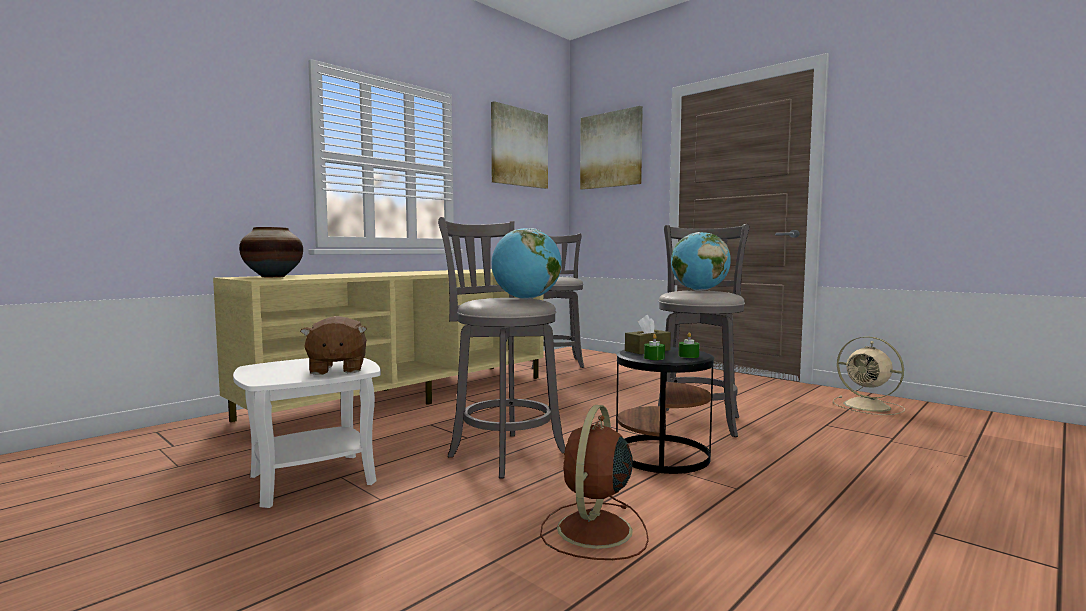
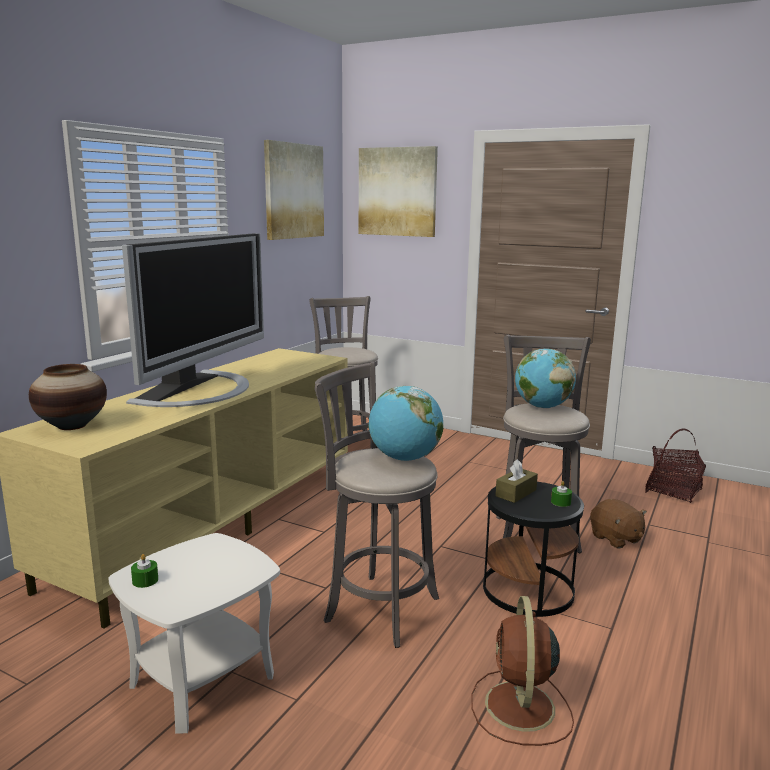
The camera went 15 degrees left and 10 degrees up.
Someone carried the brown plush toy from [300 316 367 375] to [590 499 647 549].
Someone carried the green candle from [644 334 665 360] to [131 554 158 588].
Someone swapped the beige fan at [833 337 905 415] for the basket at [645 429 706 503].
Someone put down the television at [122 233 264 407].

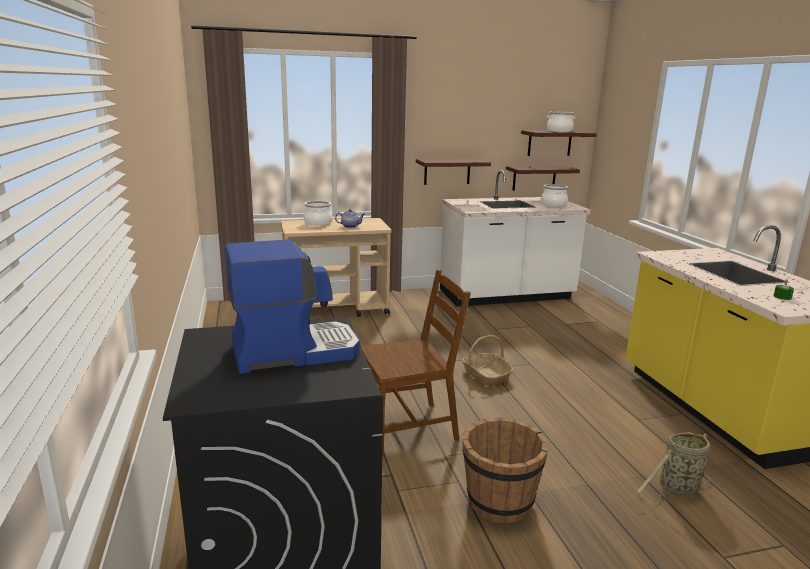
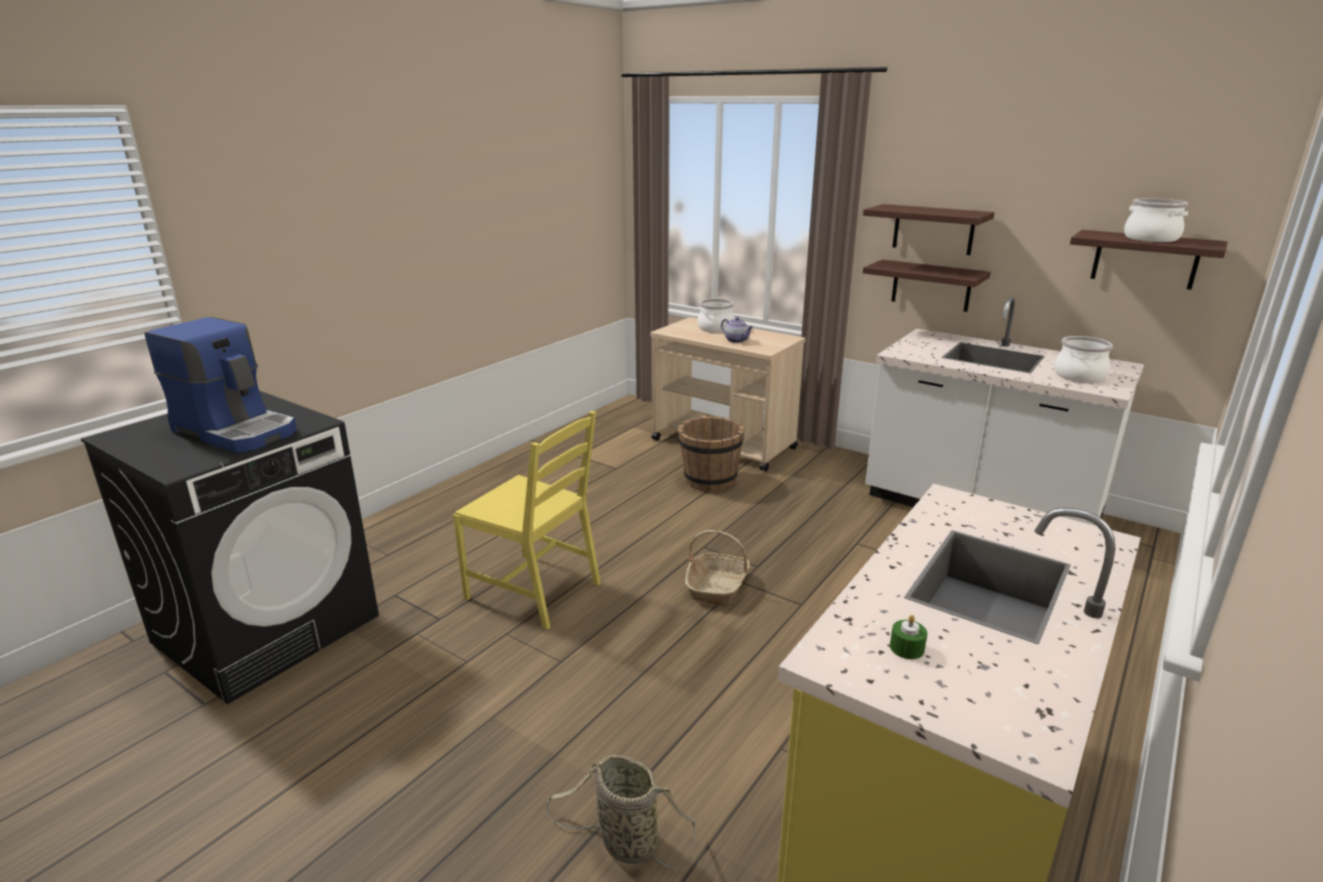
The camera went 50 degrees right and 5 degrees up.
Someone repainted the brown chair at [361 270 471 456], which became the yellow chair at [453 411 601 630].
Someone carried the brown bucket from [462 418 548 524] to [678 416 744 492].
Someone carried the shelf from [506 165 580 191] to [863 204 994 255].

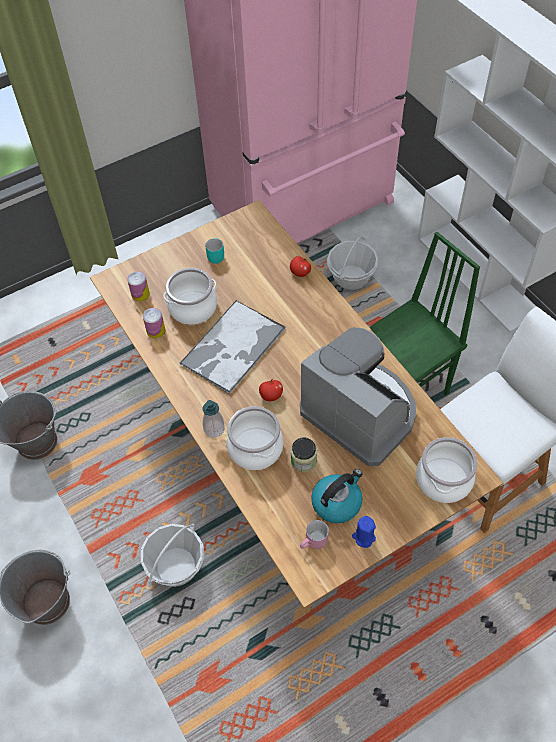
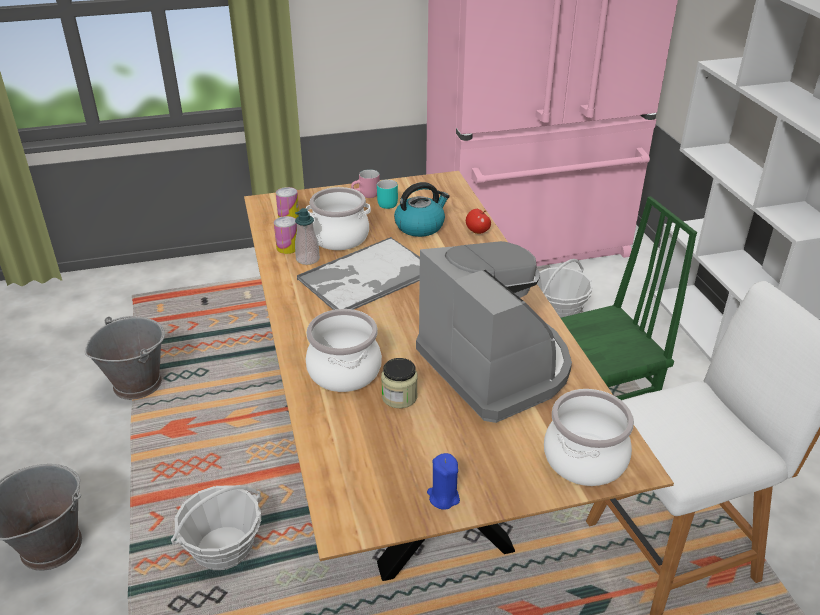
The camera went 15 degrees right and 20 degrees down.
Someone carried the soap dispenser from [203 400 225 438] to [295 208 320 265].
Someone took away the apple at [259 379 283 401].
Someone carried the pink mug from [300 520 329 549] to [351 169 380 198].
Someone carried the kettle from [311 469 362 523] to [394 182 450 237].

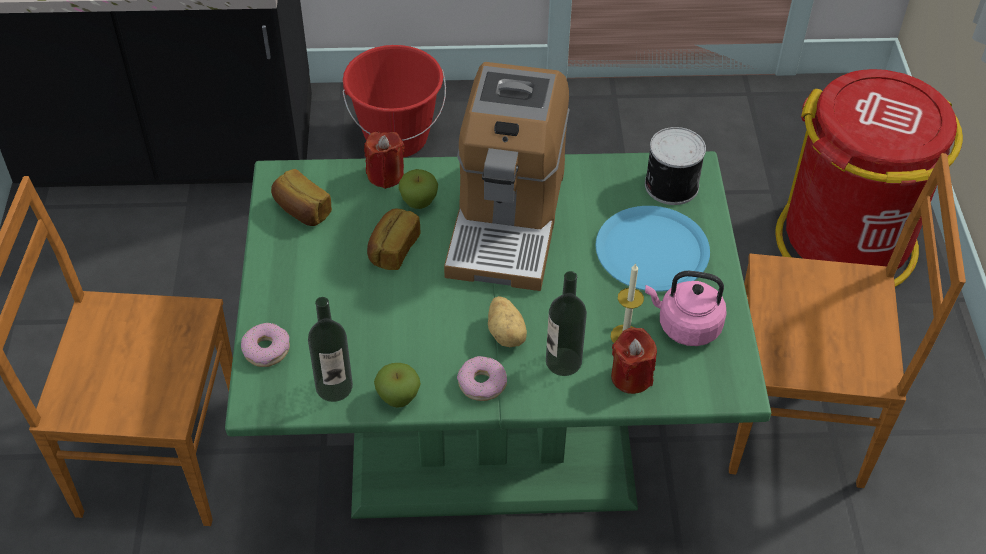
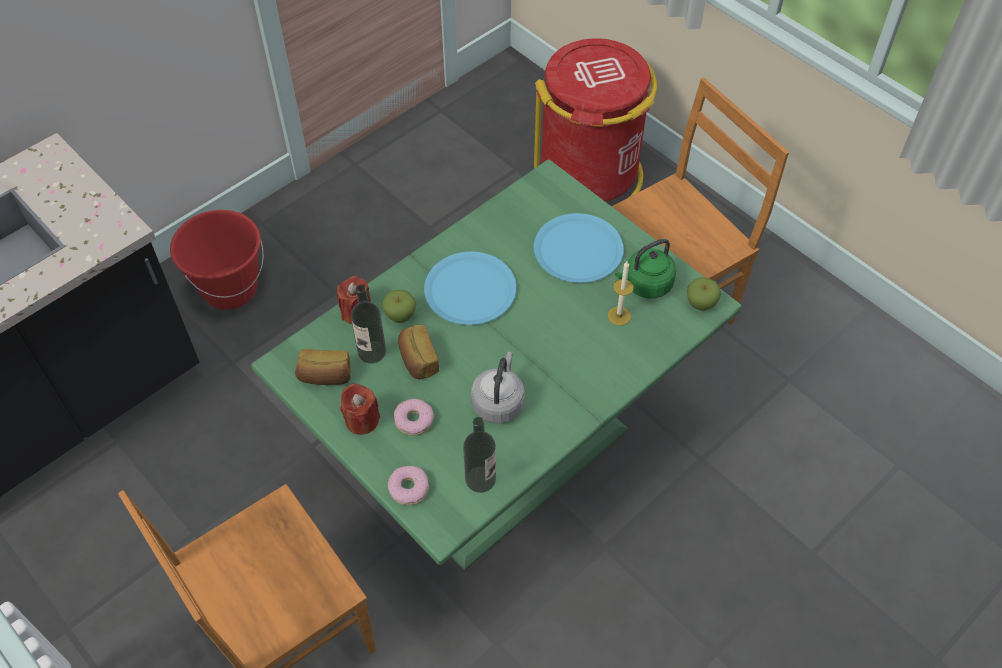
The camera went 40 degrees left and 5 degrees up.
Someone carried the apple from [374 363 421 408] to [687 278 721 310].
Someone swapped the coffee machine at [444 62 570 291] for the blue plate at [424 252 517 325].
Someone carried the donut from [457 356 507 401] to [394 399 434 436].
Someone took away the potato at [488 296 527 347].
Someone carried the bottle from [546 271 587 376] to [351 285 386 364].
Someone carried the red candle from [611 327 657 394] to [340 383 380 435].
Someone took away the can at [645 127 706 205].
Someone repainted the pink kettle at [645 271 727 346], which became the green kettle at [615 239 676 298].
Someone put down the grey kettle at [471 352 525 423].

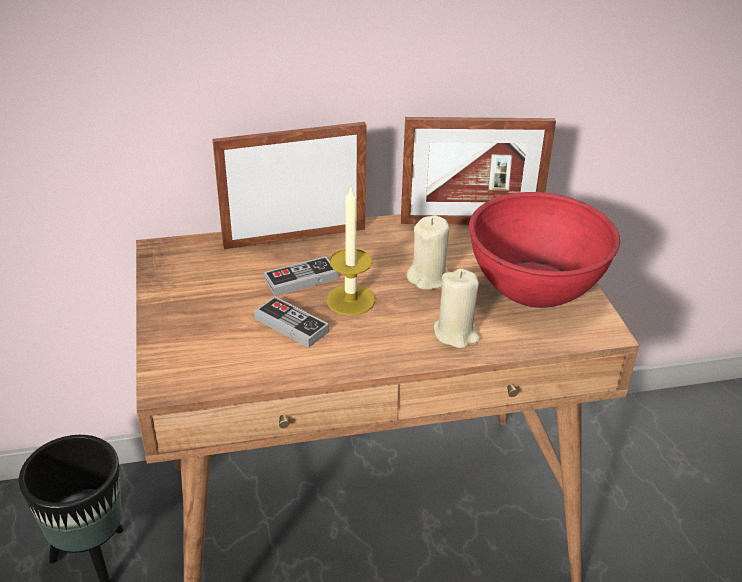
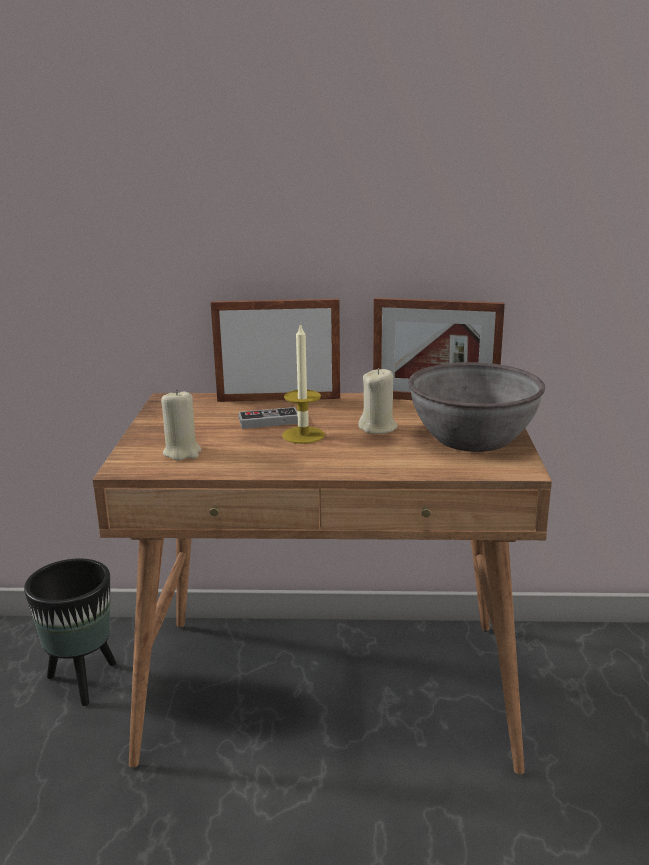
The camera went 15 degrees right and 15 degrees down.
Someone took away the game controller at [254 296 329 348].
Someone carried the beige candle from [434 269 480 348] to [161 389 201 460].
Someone repainted the red bowl at [469 192 620 308], which became the grey bowl at [408 362 545 452].

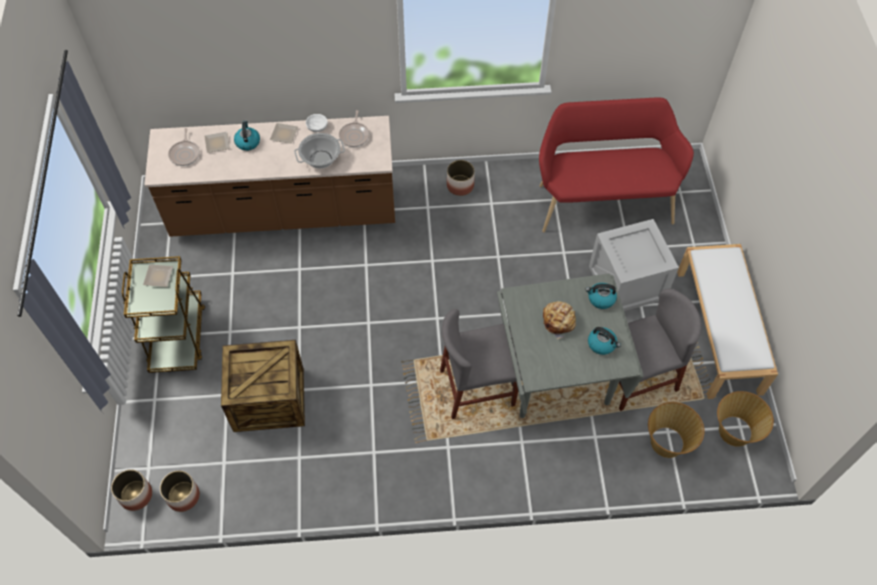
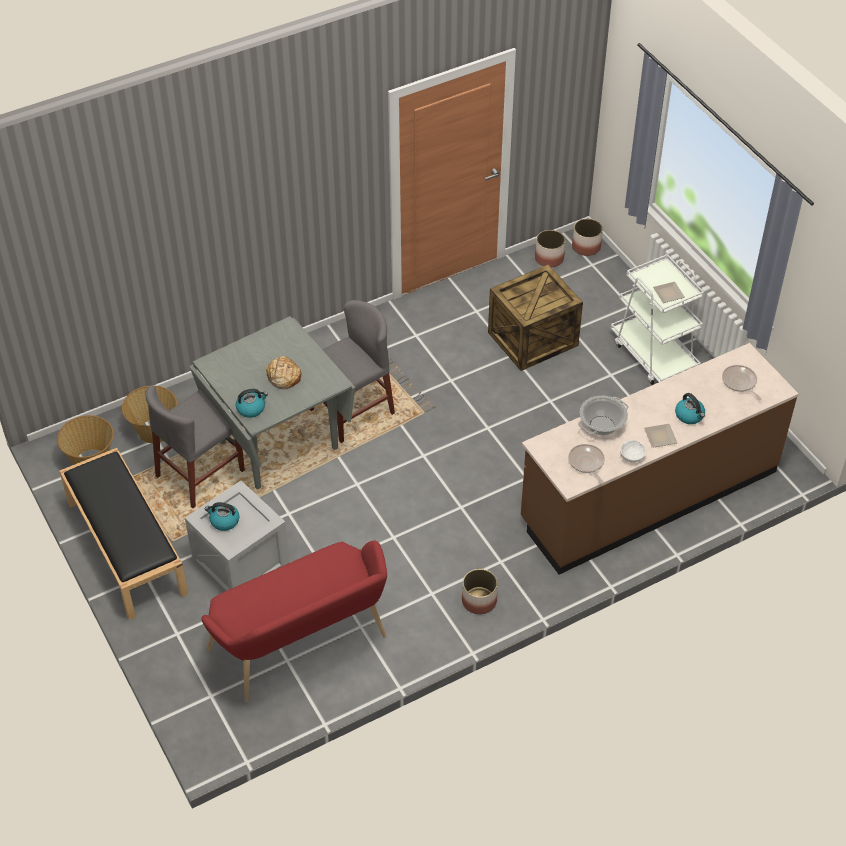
The camera went 155 degrees right and 10 degrees down.
Someone repainted the brown cart at [122 256 205 373], which became the white cart at [611 254 704 385].
Someone took away the plate at [204 132 230 153].
Someone carried the kettle from [588 327 621 355] to [205 502 240 531].
Someone repainted the white bench at [677 244 778 399], which became the black bench at [59 448 188 620].

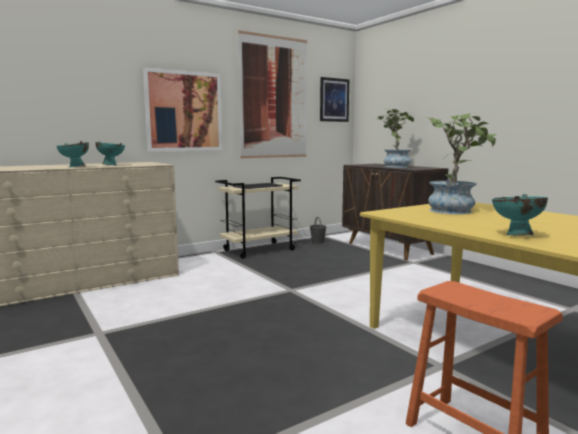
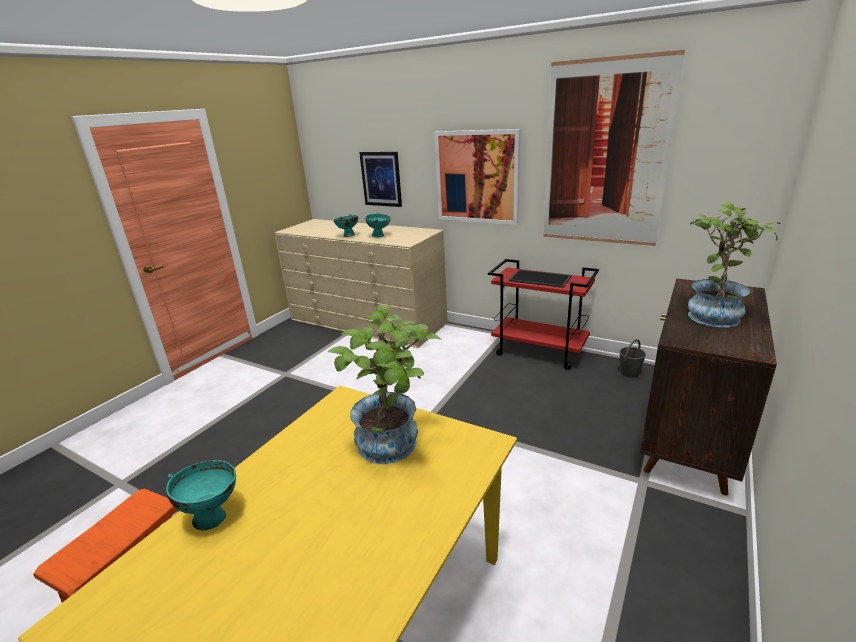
The camera went 65 degrees right and 15 degrees up.
Someone repainted the beige cart at [215 177 301 259], which became the red cart at [488 259 599 370].
Someone carried the picture from [320 77 349 122] to [359 152 402 207].

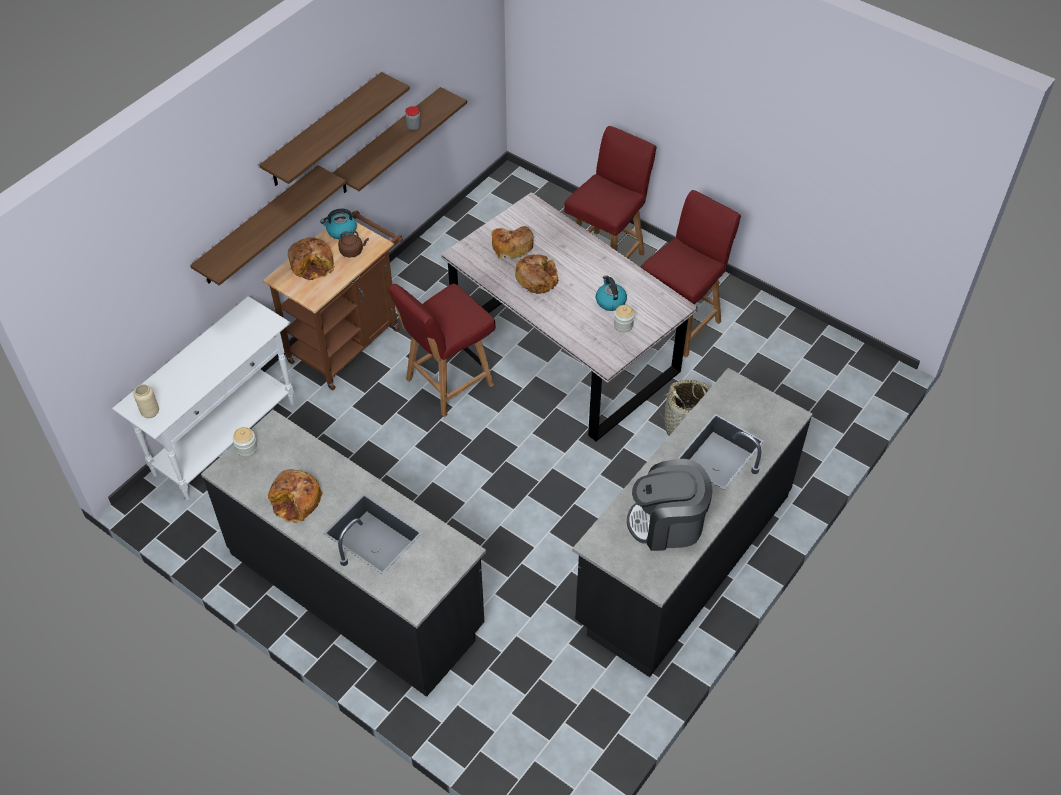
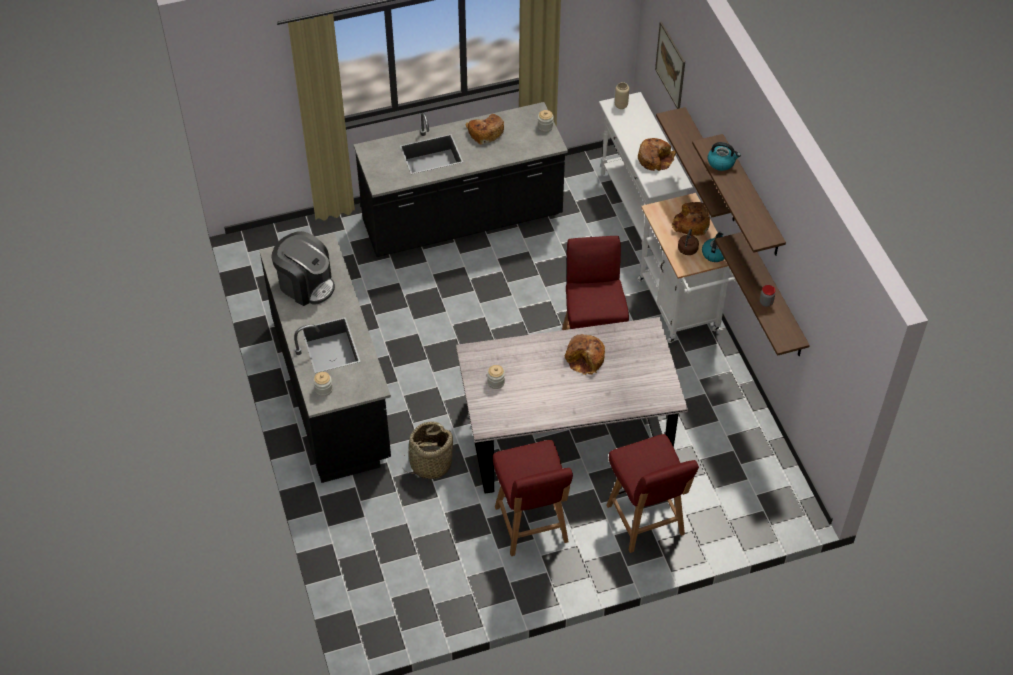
The camera went 125 degrees right and 0 degrees up.
Someone repainted the brown cart at [263 210 403 390], which became the white cart at [637 193 737 343].
Someone carried the bread from [492 226 534 259] to [638 138 676 171].
Someone carried the kettle from [596 275 627 311] to [707 142 741 171].
Someone rotated the coffee machine at [627 459 712 551] by 90 degrees clockwise.
Someone put down the jar at [313 372 333 396].
Someone put up the picture at [655 21 685 109].

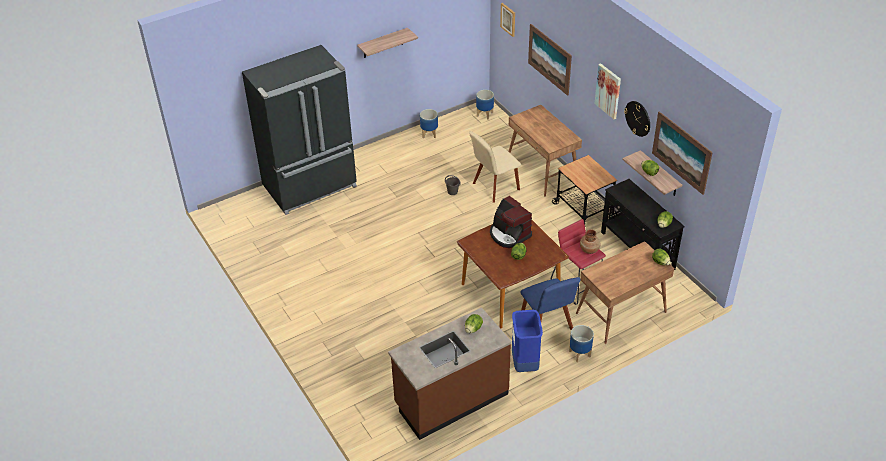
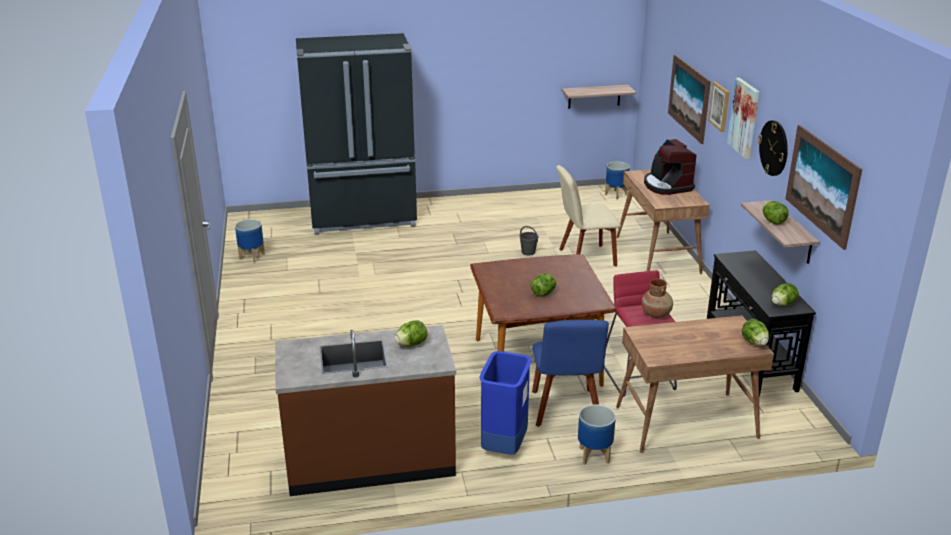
The camera went 20 degrees right and 15 degrees down.
Someone carried the shelf from [357 28 418 58] to [561 85 636 109].
Someone carried the planter from [420 109 438 138] to [235 219 265 263].
Someone carried the coffee machine from [490 196 532 248] to [644 139 696 195].
Someone carried the picture from [500 3 515 37] to [708 82 730 132].
Someone took away the cart at [552 155 617 227].

